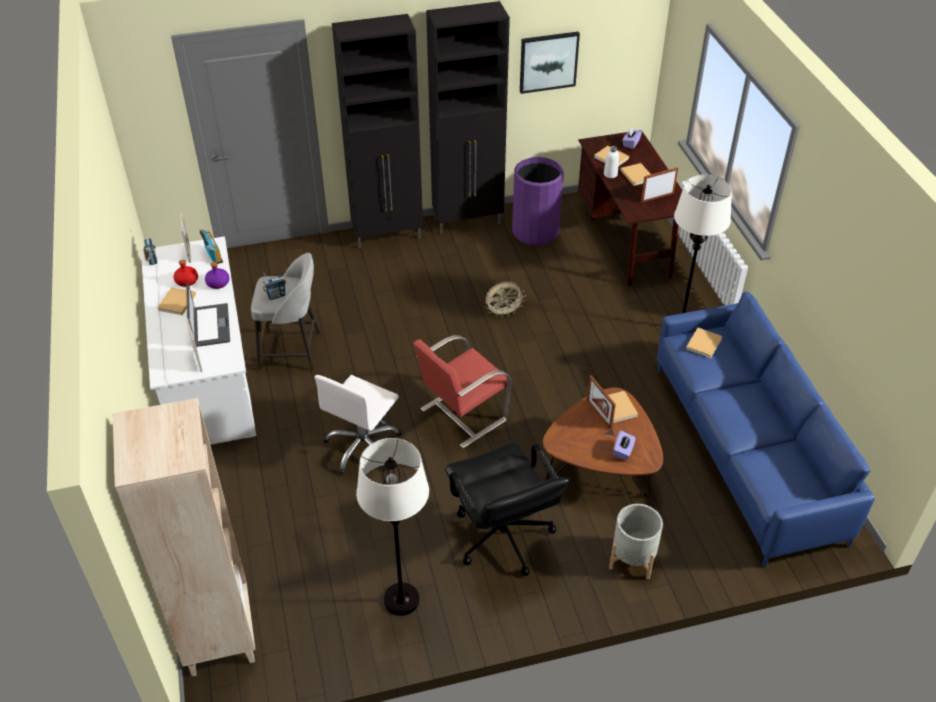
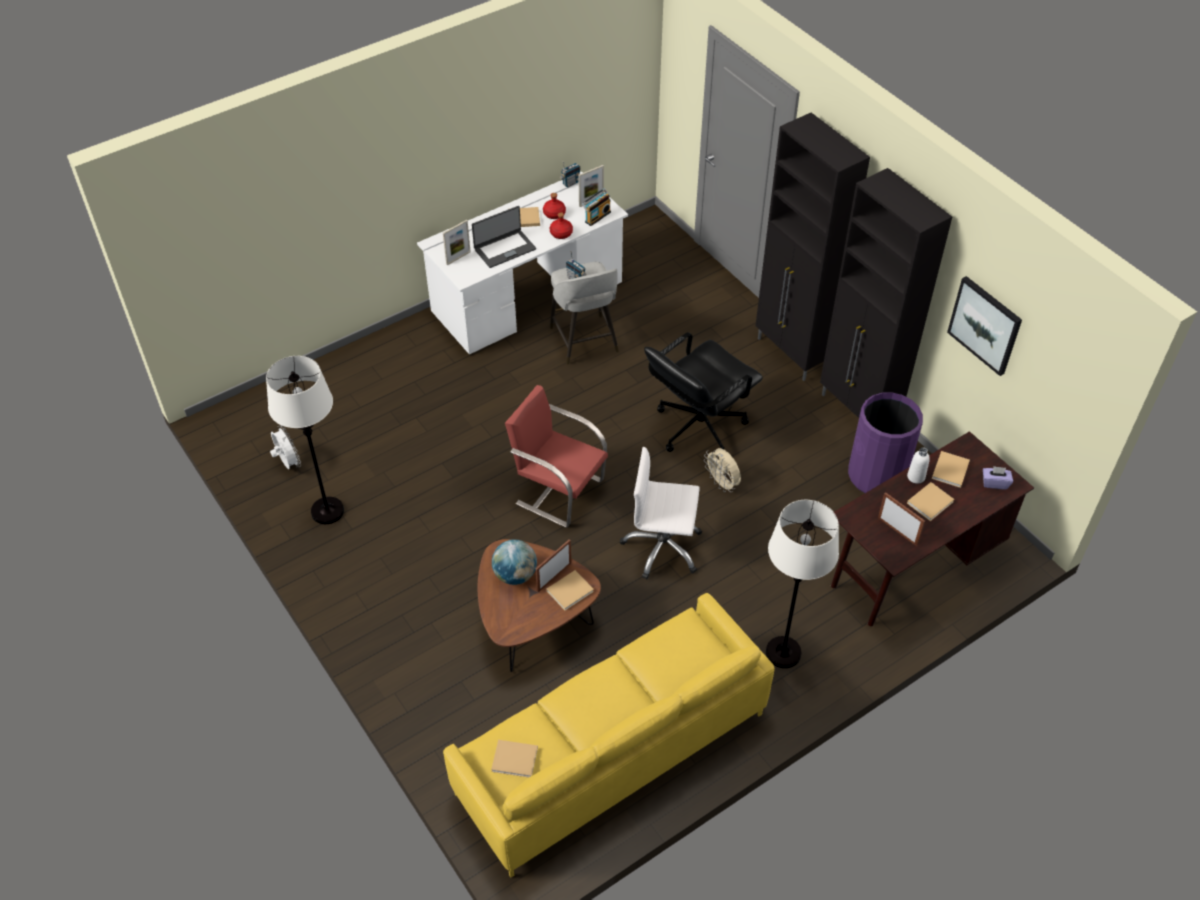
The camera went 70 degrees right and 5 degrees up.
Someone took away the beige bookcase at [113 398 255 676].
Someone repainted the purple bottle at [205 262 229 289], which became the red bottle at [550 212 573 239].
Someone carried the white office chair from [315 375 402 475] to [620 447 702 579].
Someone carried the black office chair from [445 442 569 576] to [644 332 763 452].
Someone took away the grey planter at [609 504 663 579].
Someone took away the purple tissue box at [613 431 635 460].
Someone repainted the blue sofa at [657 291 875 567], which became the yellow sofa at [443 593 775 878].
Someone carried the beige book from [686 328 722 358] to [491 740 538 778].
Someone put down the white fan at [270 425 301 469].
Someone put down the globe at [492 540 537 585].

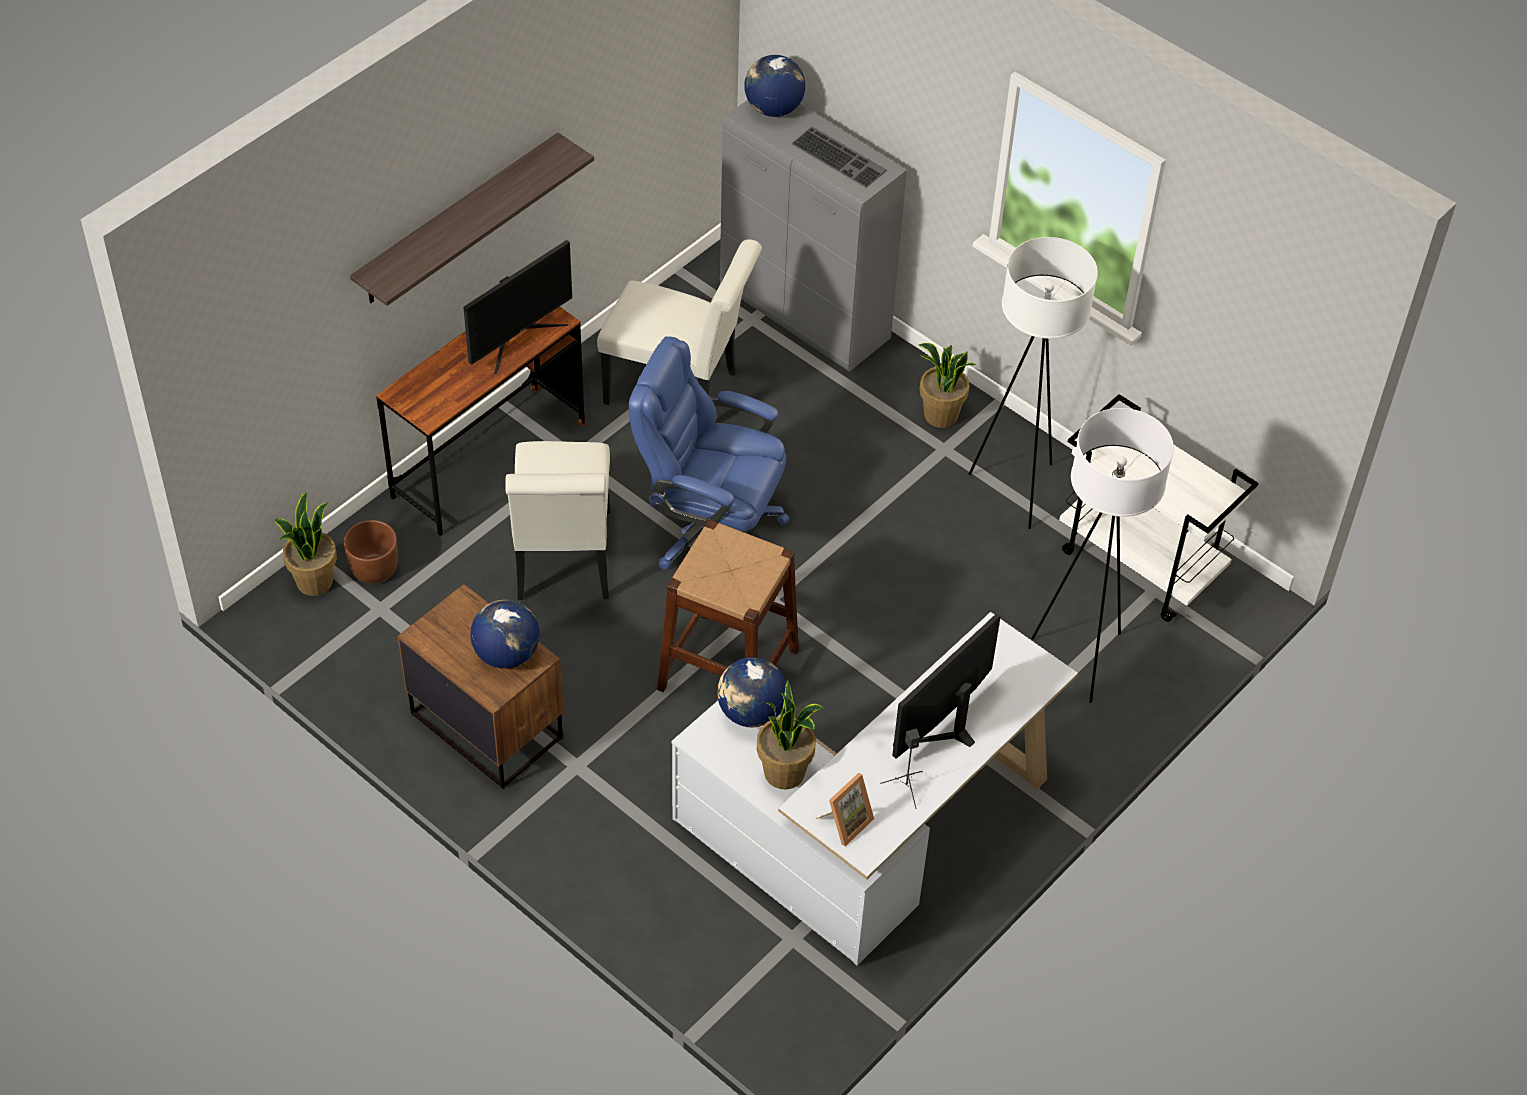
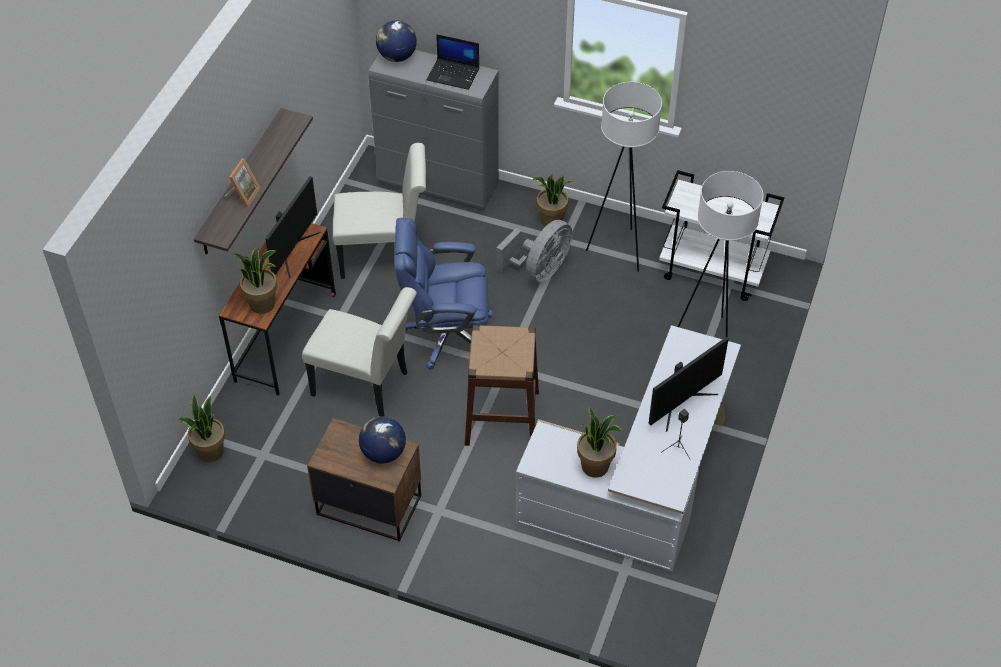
The camera went 20 degrees left and 0 degrees up.
Someone took away the brown planter at [344 520 398 584].
Someone rotated the white chair at [505 441 610 600] by 45 degrees counterclockwise.
Someone took away the globe at [717 657 786 727].
Someone swapped the keyboard at [791 126 887 188] for the laptop at [426 34 479 90].
Someone carried the picture frame from [816 773 874 846] to [225 158 260 207].
Someone rotated the monitor at [892 613 1001 759] by 150 degrees counterclockwise.
Someone put down the potted plant at [234 248 277 314].
Someone put down the grey fan at [497 220 572 282].

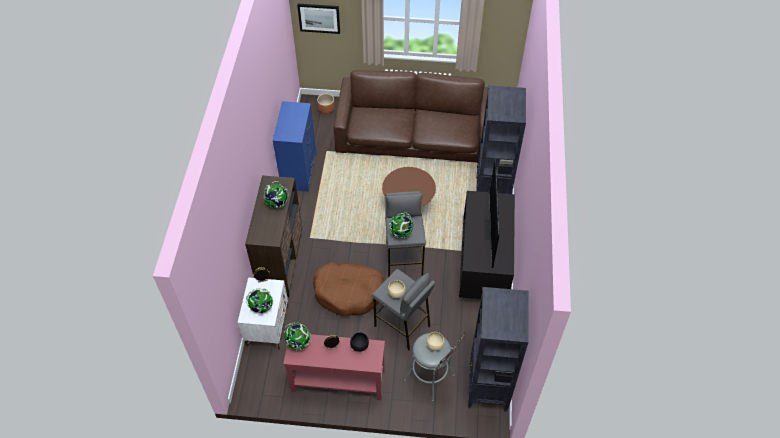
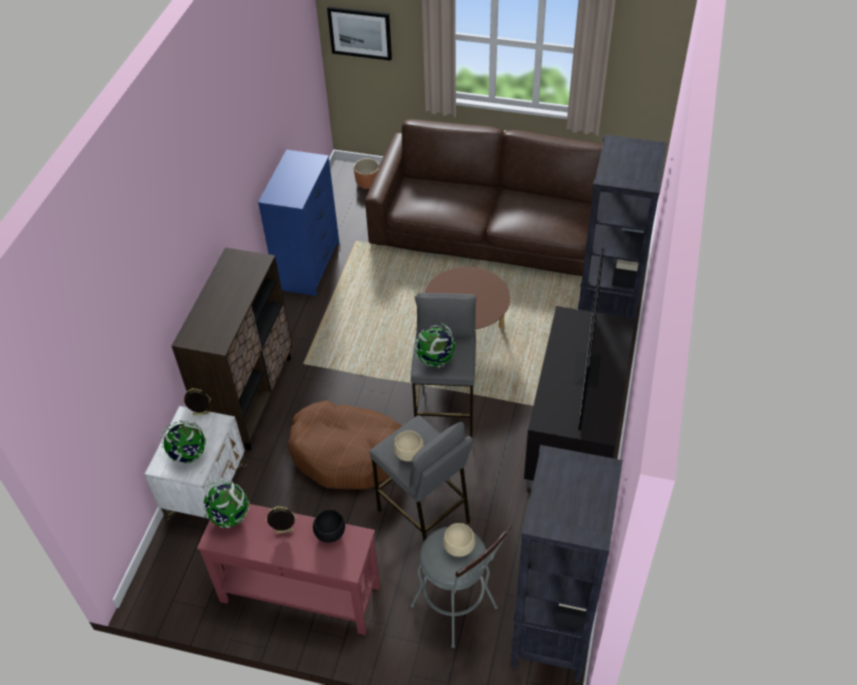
The camera went 10 degrees right and 5 degrees down.
Someone took away the globe at [263 181 288 208].

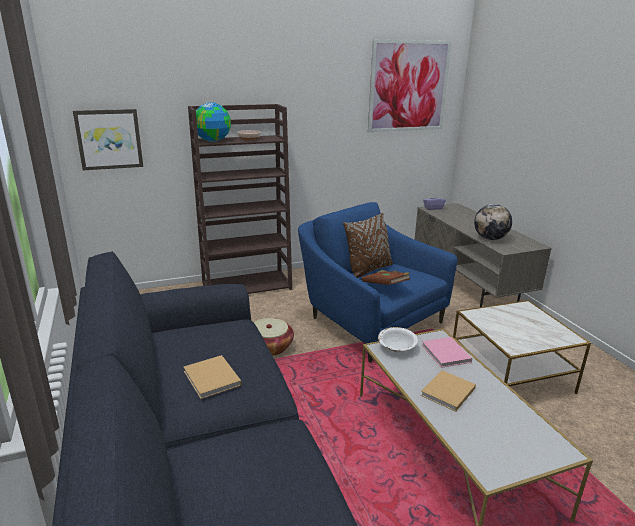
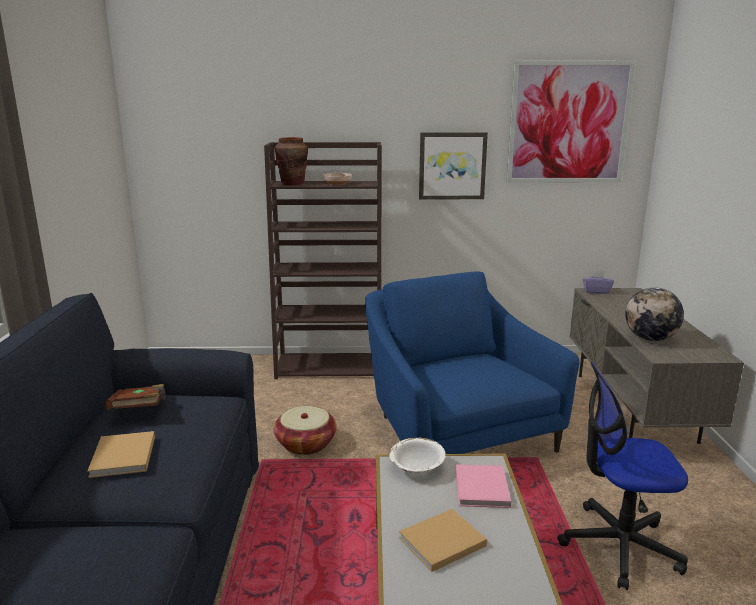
The camera went 20 degrees right and 5 degrees down.
Someone carried the picture from [73 109 143 170] to [419 132 488 199].
Someone swapped the globe at [196 102 231 142] for the brown vase at [275 137 308 185].
Someone took away the brown pillow at [343 213 393 278].
Someone carried the brown book from [362 270 410 285] to [106 384 166 409].
Someone swapped the side table at [453 300 591 394] for the office chair at [557 361 688 590].

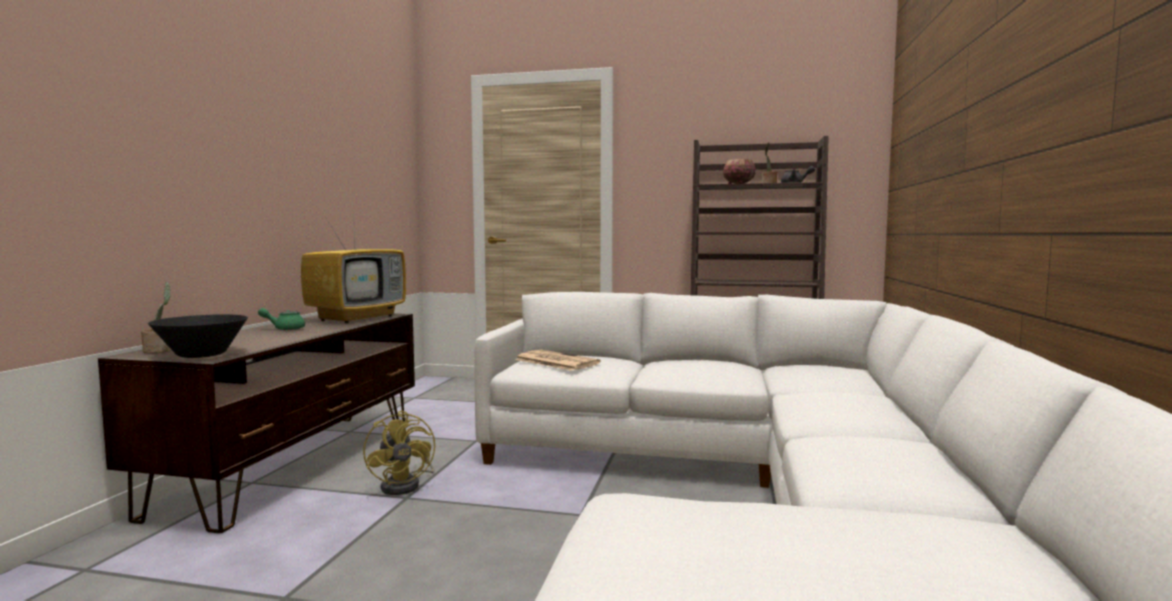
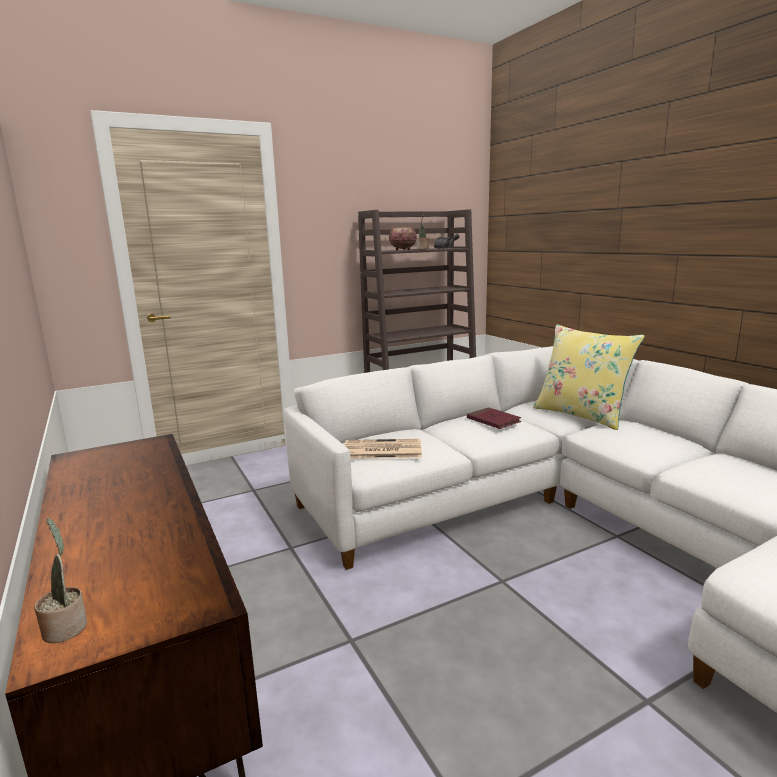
The camera went 40 degrees left and 10 degrees up.
Someone took away the black bowl at [148 314 248 358].
Someone took away the green teapot at [258 308 305 330].
Someone took away the television at [301 207 406 323].
Someone took away the yellow fan at [363 410 435 495].
Someone put down the red book at [467 407 521 429].
Someone put down the yellow pillow at [533 324 645 430].

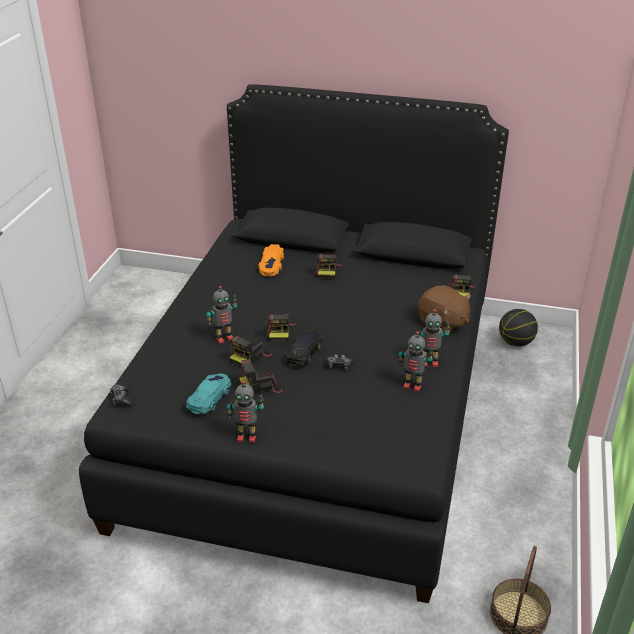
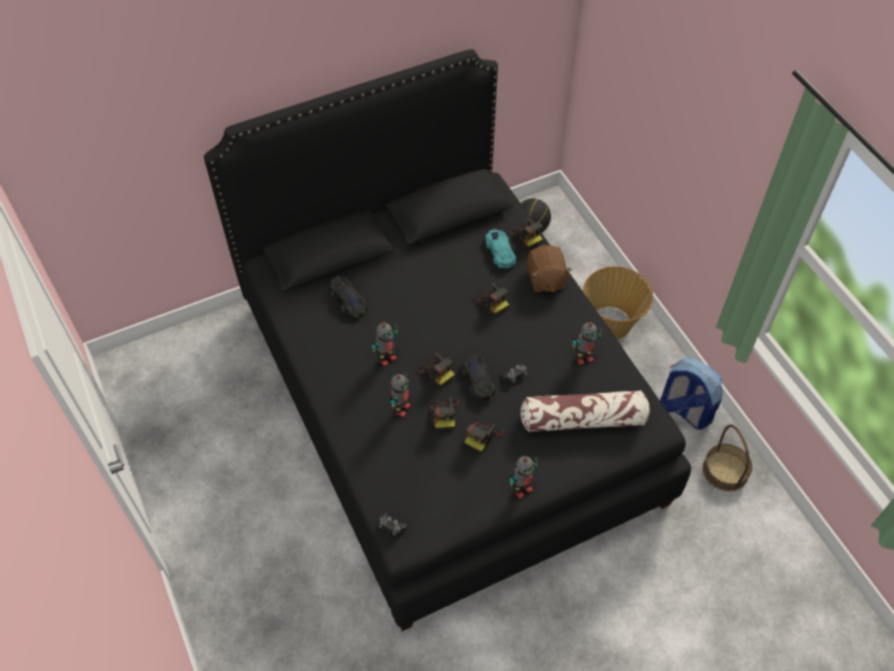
The camera went 40 degrees left and 20 degrees up.
Someone carried the turquoise toy car from [186 373 231 414] to [485 229 516 269].
Someone repainted the orange toy car at [258 244 284 277], which became the black toy car at [329 276 367 319].
Someone carried the photo camera from [316 254 342 279] to [474 283 509 315].
Someone carried the toy robot from [415 309 450 367] to [372 322 398 366].
Someone rotated the brown plush toy at [418 285 471 334] by 75 degrees clockwise.
Someone put down the pillow at [520 390 650 432].
Someone put down the basket at [583 266 653 339].
Someone put down the backpack at [660 357 723 430].

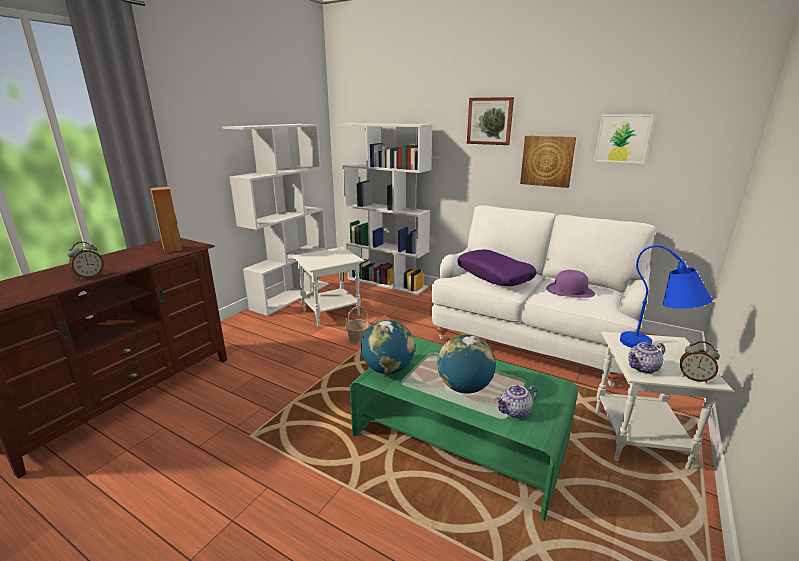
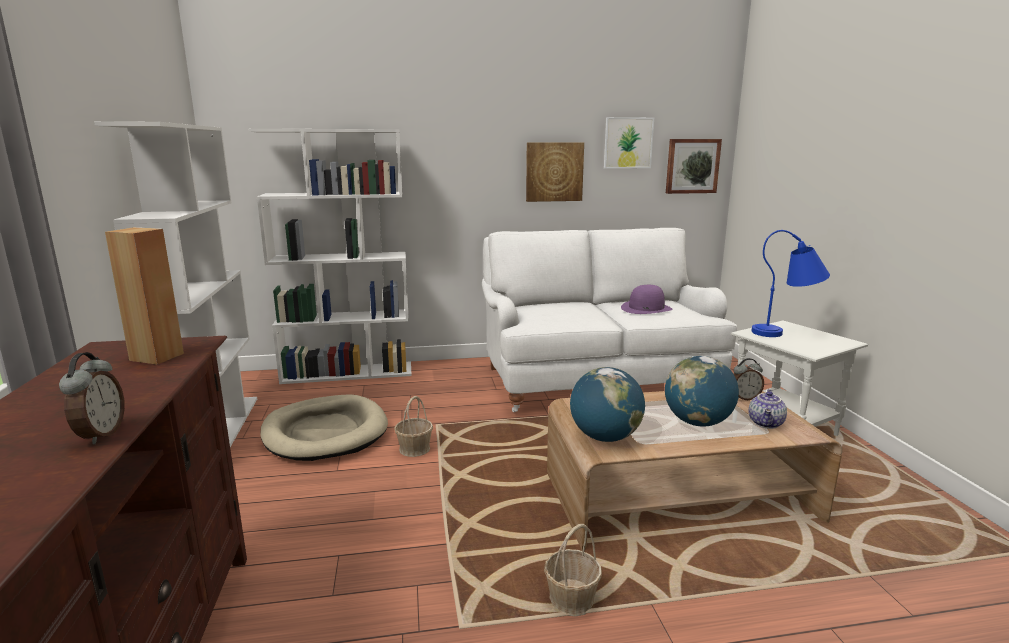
The camera went 40 degrees left and 5 degrees down.
Someone swapped the white side table at [292 247 365 327] for the beige dog bed at [260 394 388 461].
Someone repainted the green coffee table at [350 336 578 521], which became the brown coffee table at [547 391 842 551].
Someone took away the purple pillow at [457 250 537 286].
Someone carried the picture from [467 97 514 145] to [666 139 722 194].
Someone took away the teapot at [629 342 665 374].
Someone carried the alarm clock from [680 341 720 383] to [734 358 764 400].
Someone put down the basket at [544 524 602 617].

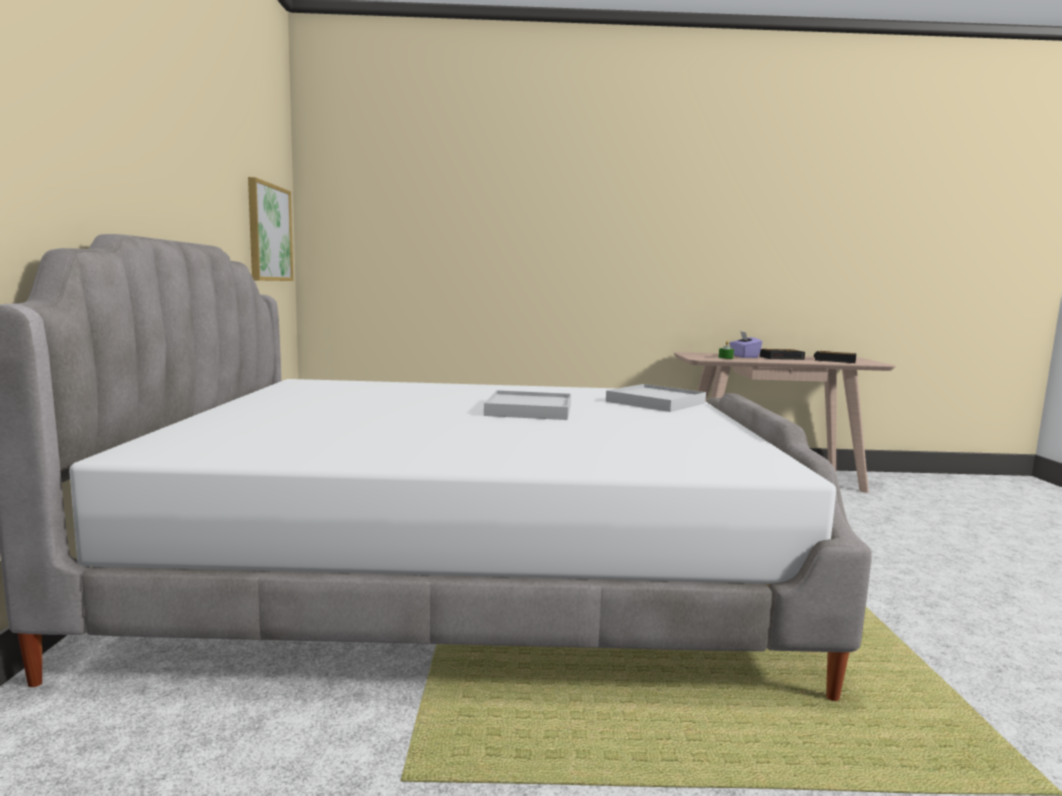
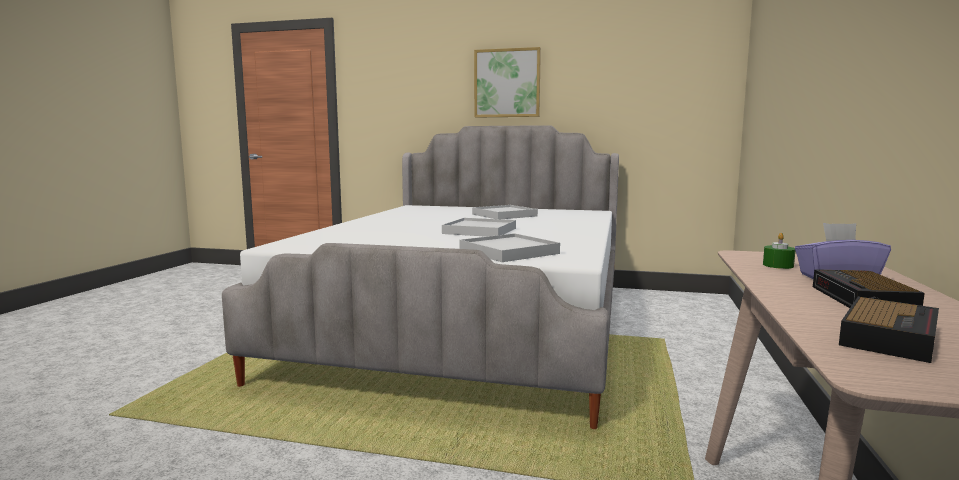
The camera went 105 degrees right and 0 degrees up.
Someone carried the picture from [248 177 293 281] to [474 47 541 118].
Someone put down the white tray at [472 205 538 219].

